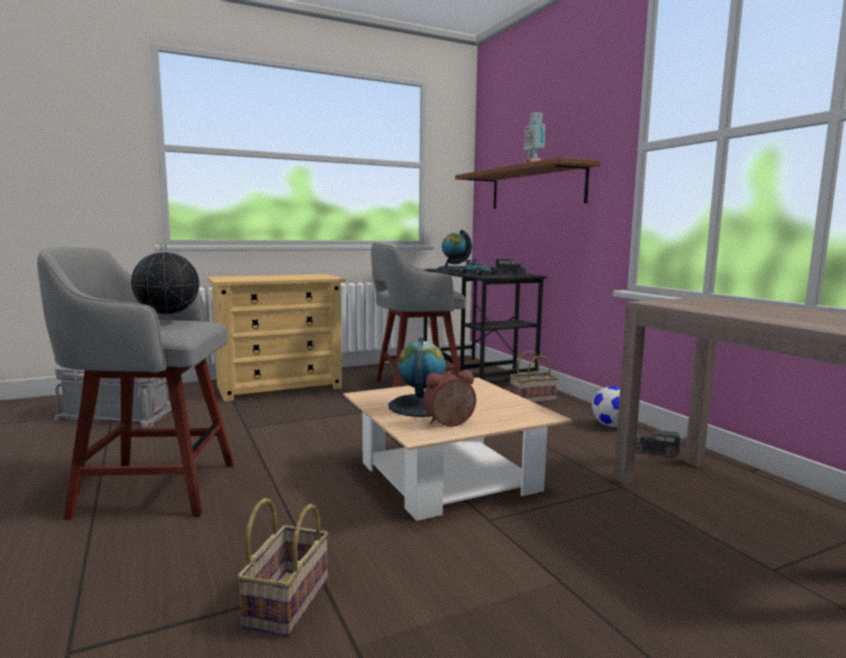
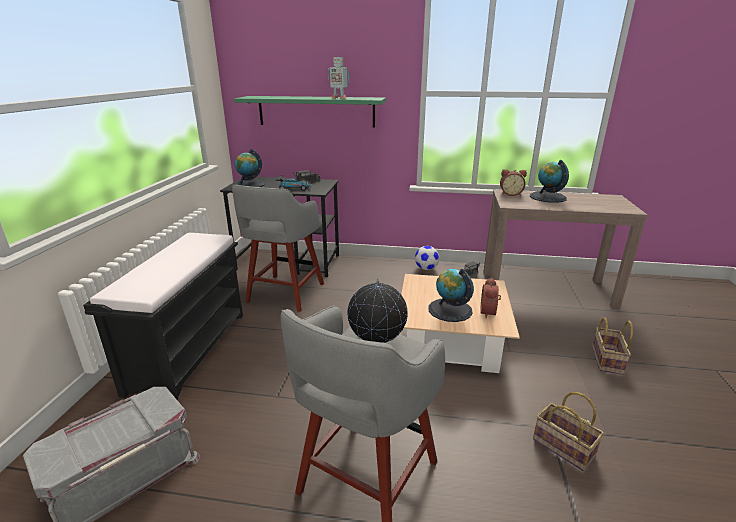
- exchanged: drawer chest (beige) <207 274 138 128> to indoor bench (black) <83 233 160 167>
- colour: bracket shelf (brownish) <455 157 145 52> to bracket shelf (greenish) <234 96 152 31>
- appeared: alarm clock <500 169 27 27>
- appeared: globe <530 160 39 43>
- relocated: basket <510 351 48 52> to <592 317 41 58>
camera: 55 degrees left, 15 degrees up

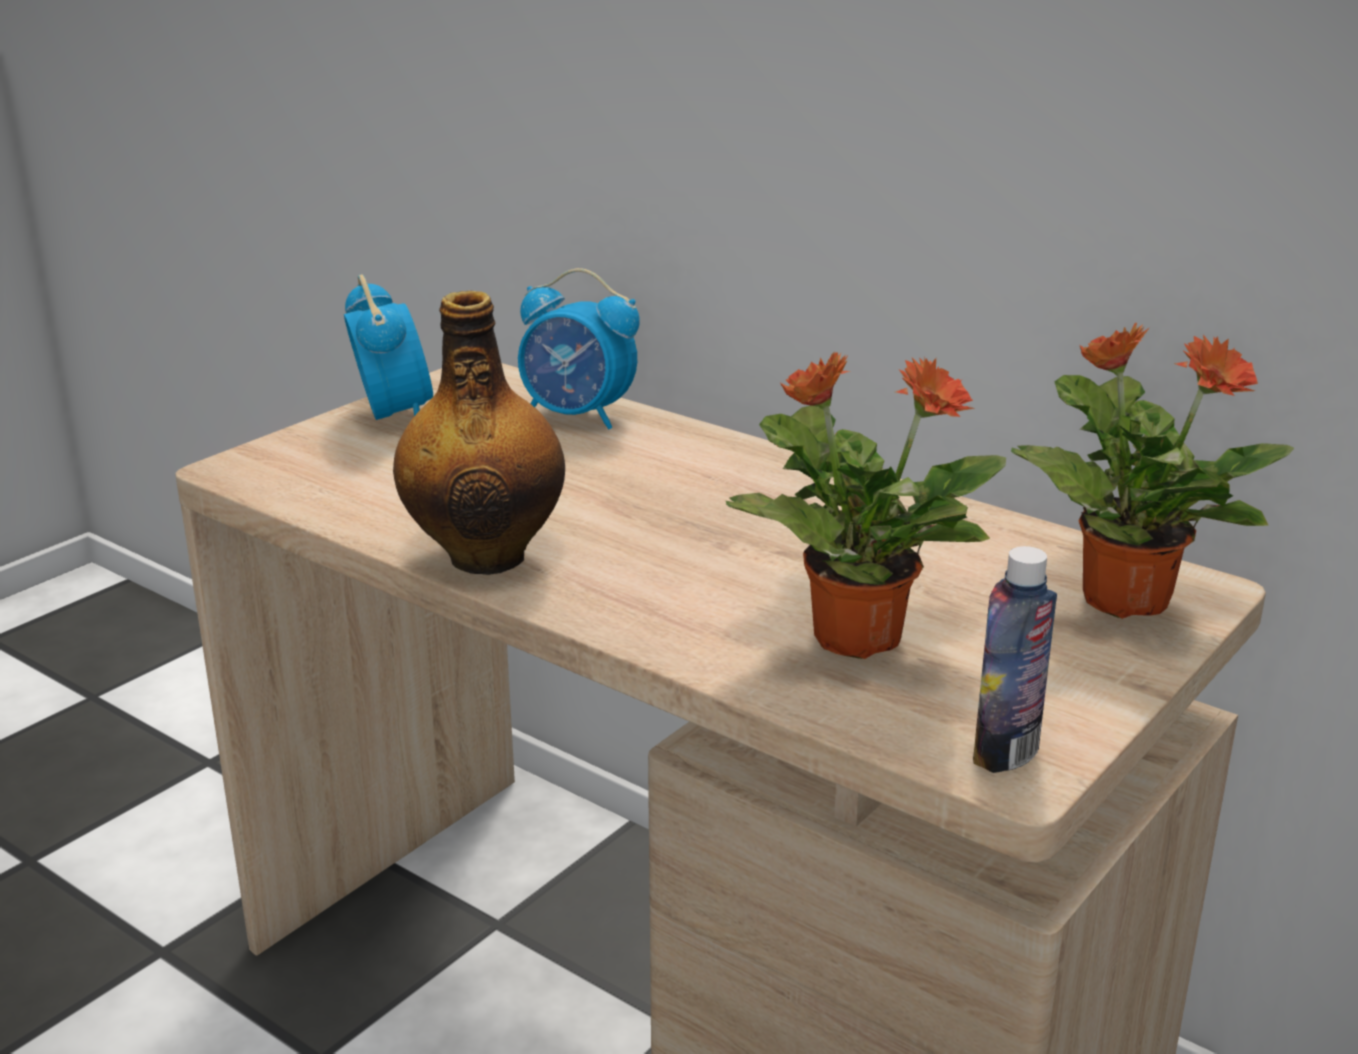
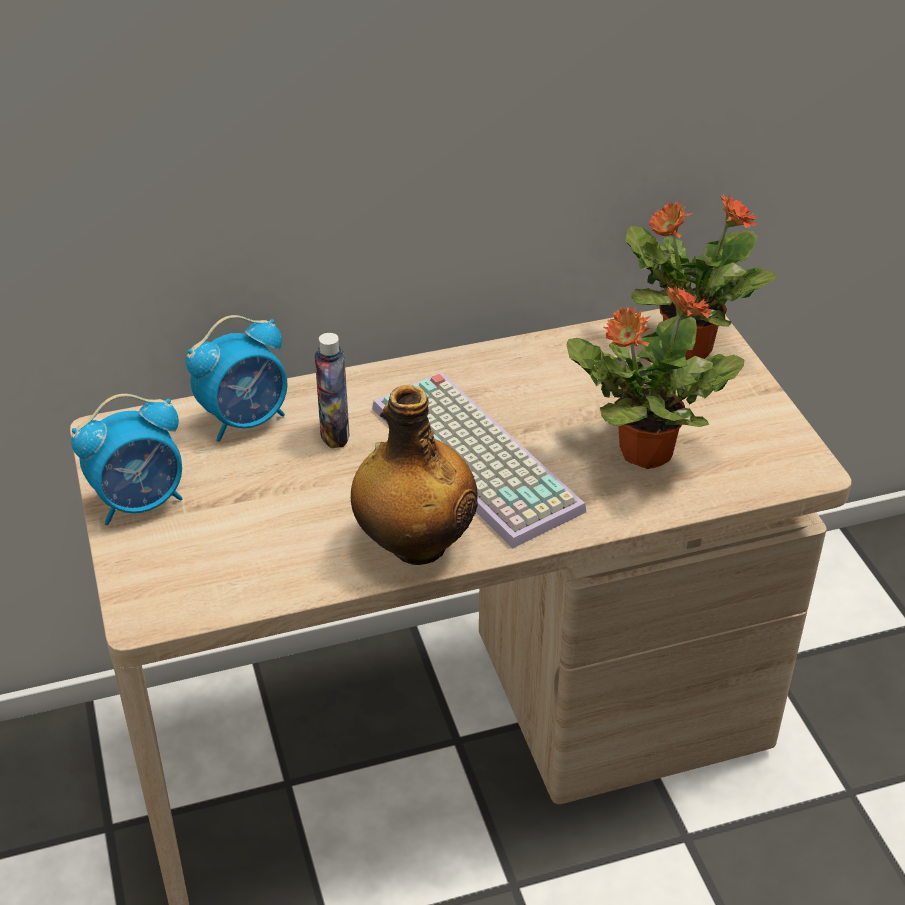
- spun: alarm clock <344 274 89 146> = <71 394 112 131> 135 degrees clockwise
- relocated: bottle <973 546 84 227> to <314 333 35 115>
- appeared: keyboard <372 372 214 176>
camera: 55 degrees left, 15 degrees up

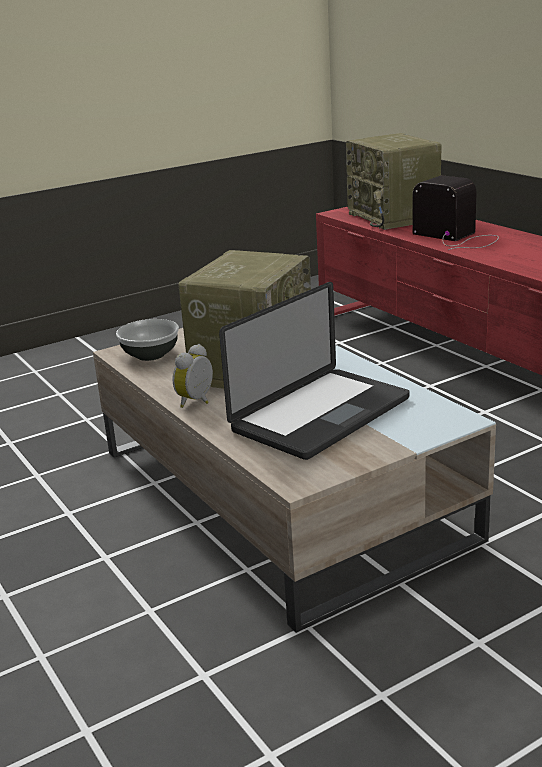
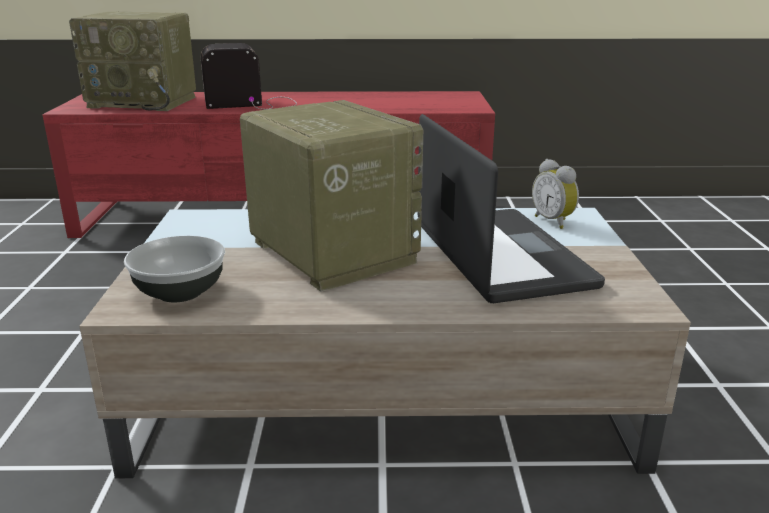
- relocated: alarm clock <173 344 40 64> to <532 159 47 70>
camera: 60 degrees left, 0 degrees up

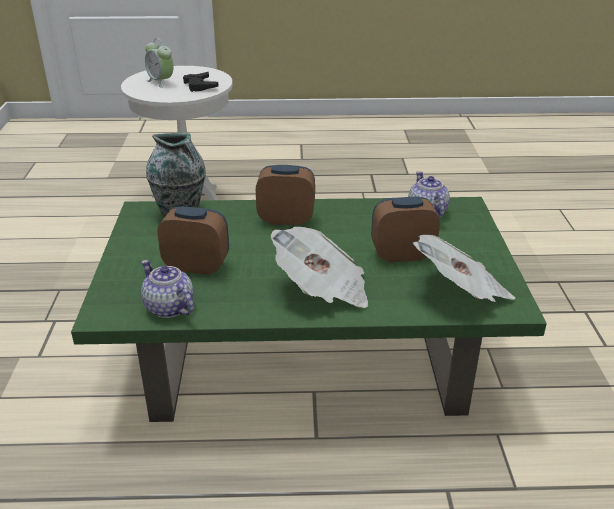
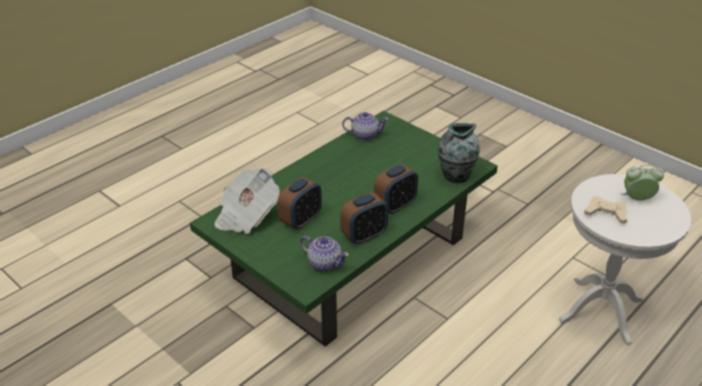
- relocated: alarm clock <157 206 72 69> to <340 192 49 53>
- colour: game controller (black) <183 71 36 21> to game controller (beige) <584 196 43 28>
- missing: printed paper <271 227 97 81>
camera: 135 degrees right, 5 degrees up

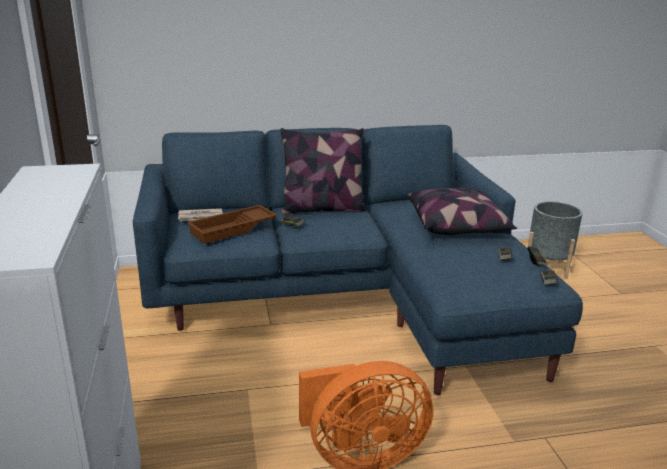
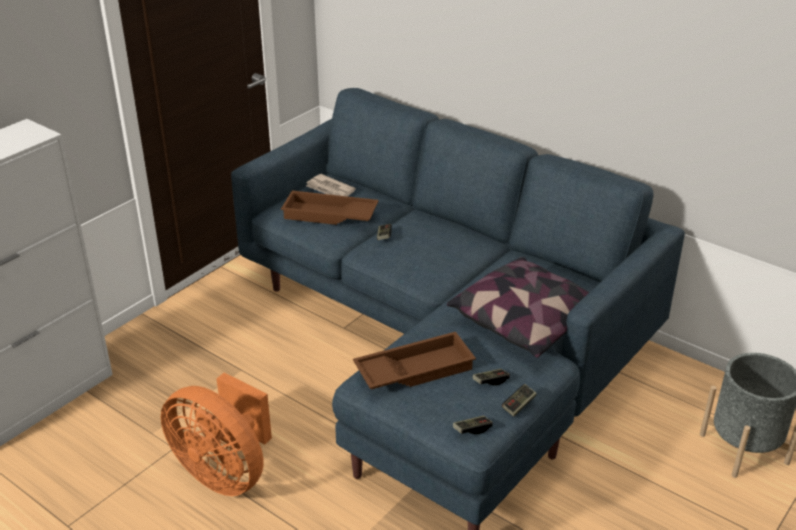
- appeared: tray (brownish) <353 332 123 57>
- missing: pillow <280 128 86 86>
camera: 50 degrees right, 10 degrees up

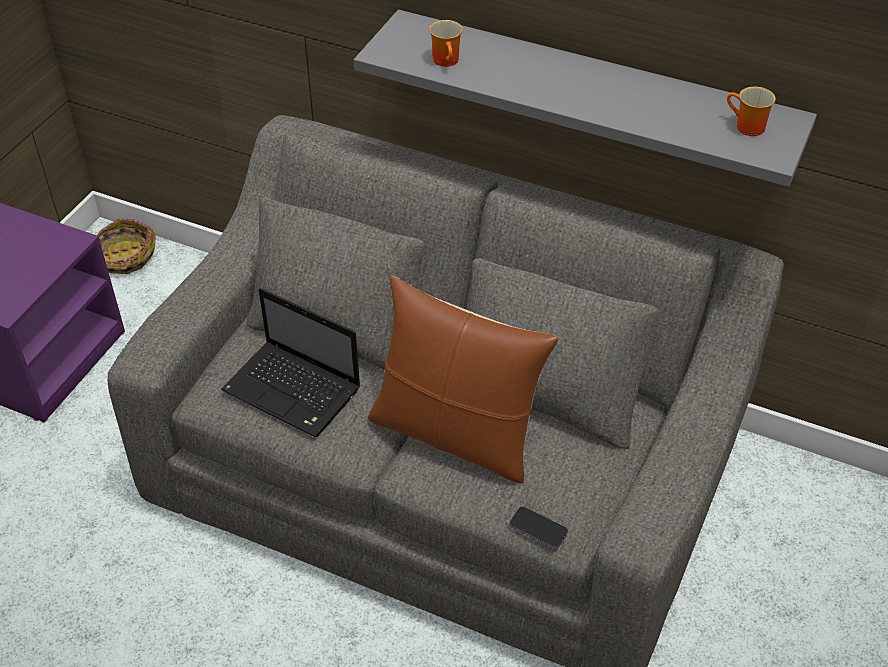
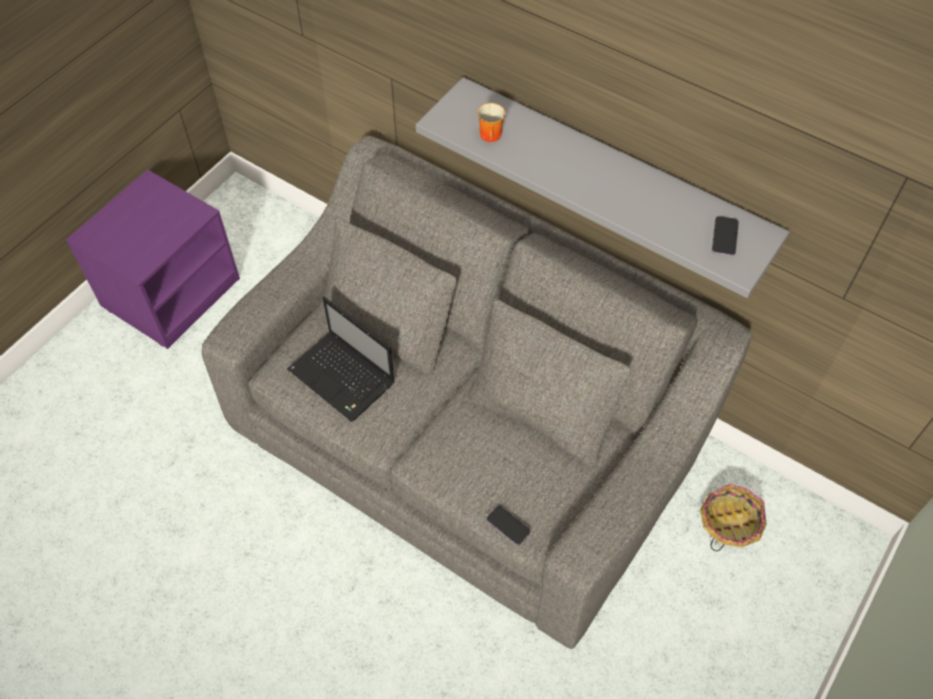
- relocated: basket <97 218 59 56> to <700 484 67 67>
- exchanged: tea mug <727 87 49 49> to telephone <712 216 27 40>
- missing: pillow (brownish) <368 275 190 208>
camera: 10 degrees right, 10 degrees up

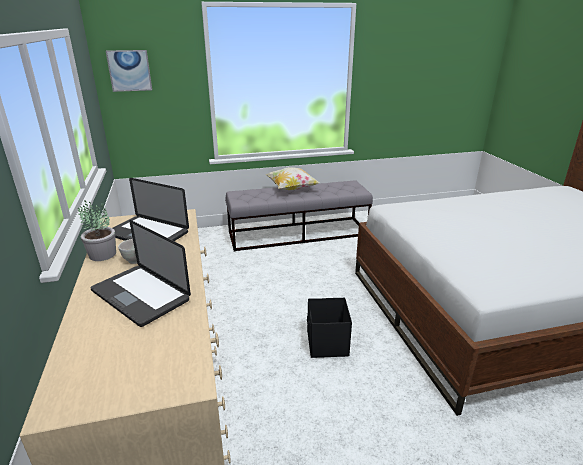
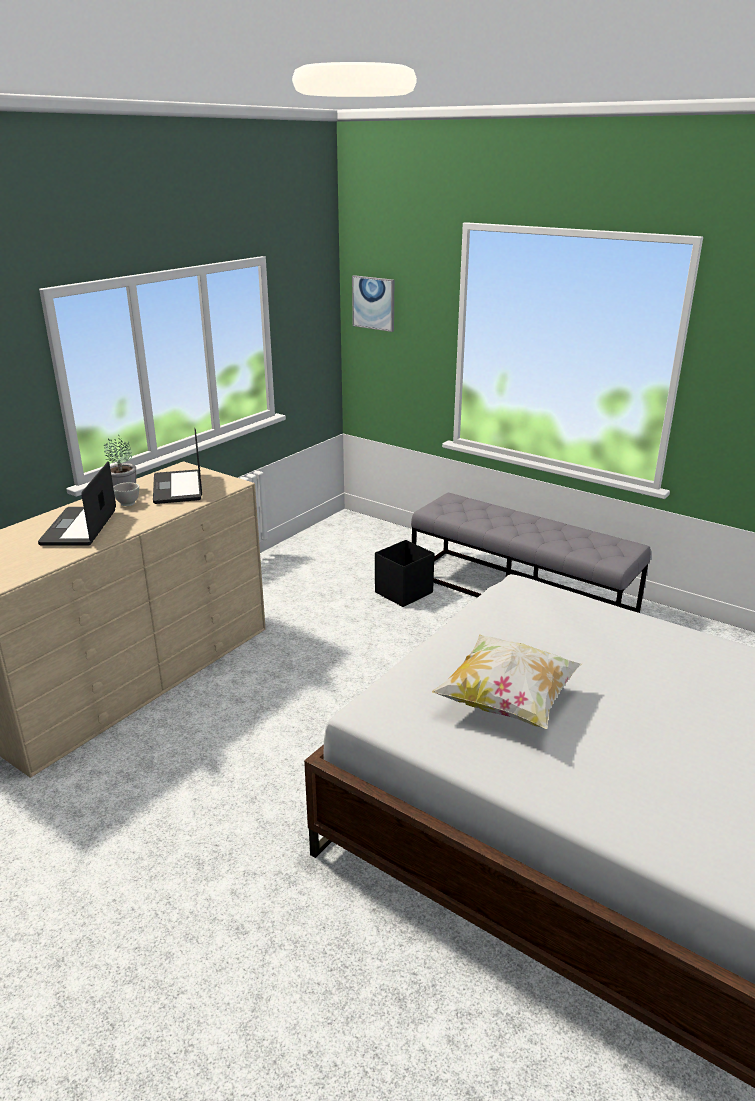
- relocated: storage container (black) <307 298 45 60> to <375 540 60 67>
- relocated: pillow <265 167 55 23> to <432 634 150 95>
camera: 50 degrees right, 0 degrees up

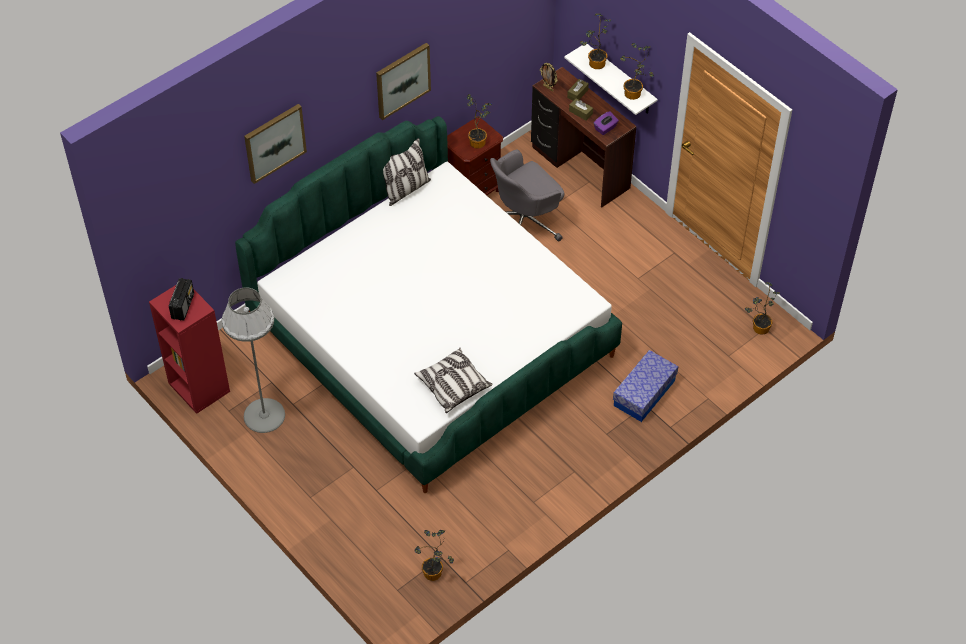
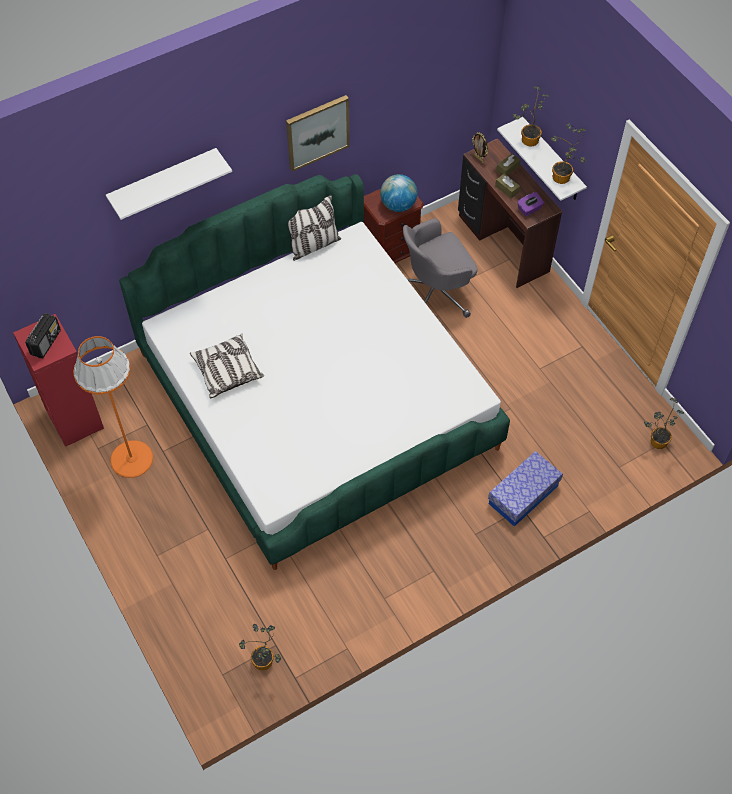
- colour: standard lamp (grey) <222 287 63 146> to standard lamp (orange) <74 336 79 142>
- exchanged: wall art <244 104 63 80> to bracket shelf (white) <106 148 126 72>
- relocated: pillow <414 348 78 65> to <190 334 74 65>
- exchanged: plant in a pot <466 94 26 55> to globe <380 174 37 38>
camera: 10 degrees right, 5 degrees up

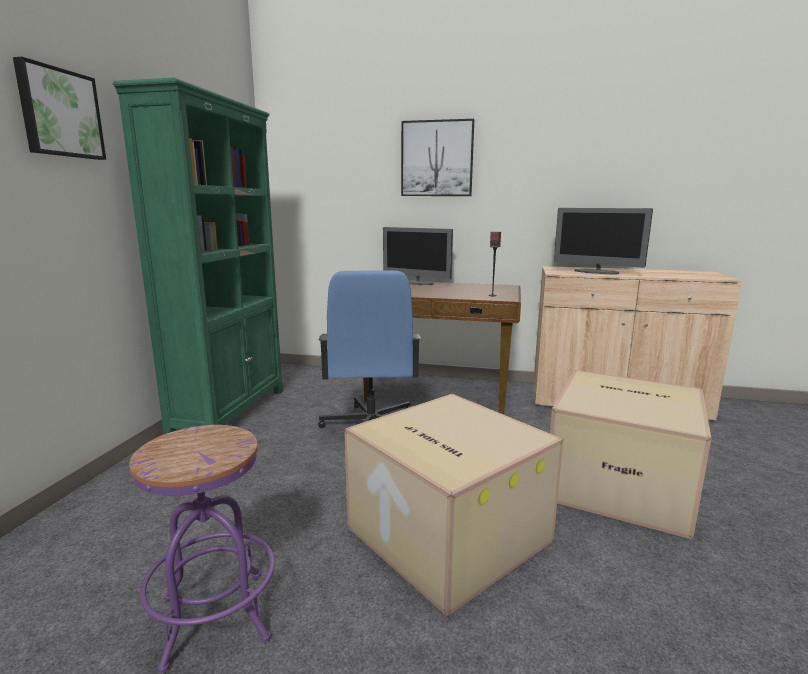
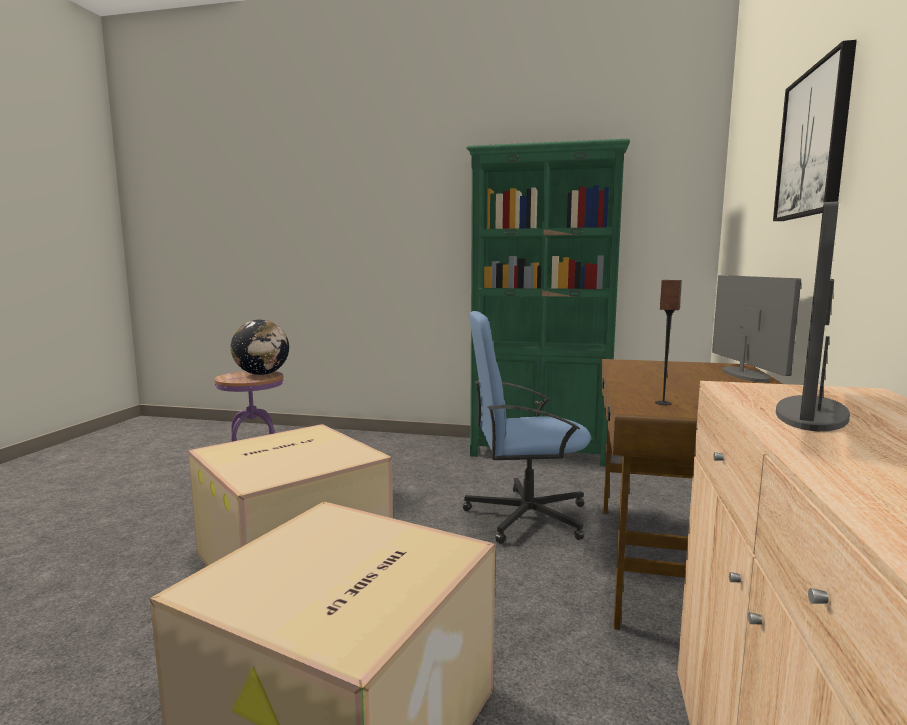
- appeared: globe <231 319 58 56>
- spun: computer display <383 227 70 58> = <712 275 89 107> 150 degrees clockwise
- missing: wall art <13 57 93 103>
camera: 90 degrees right, 5 degrees down

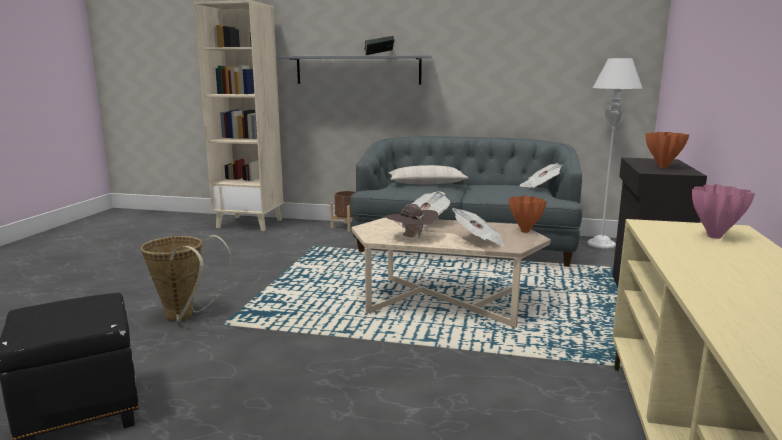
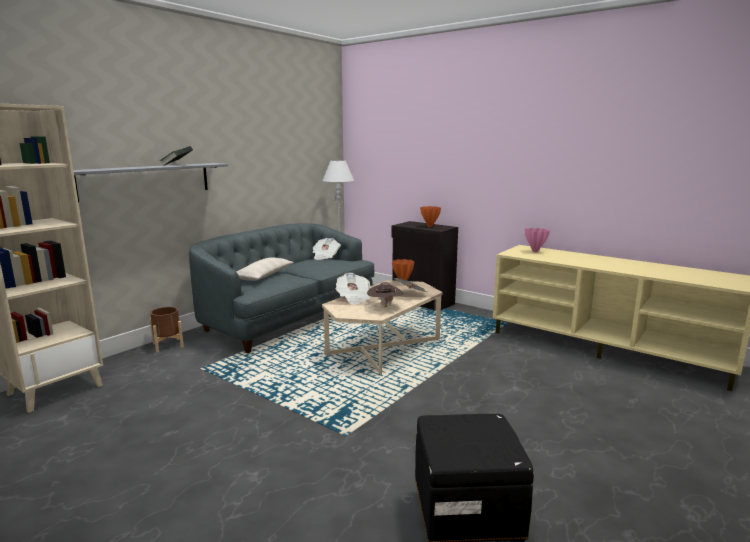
- missing: basket <141 235 90 87>
camera: 65 degrees left, 0 degrees up

